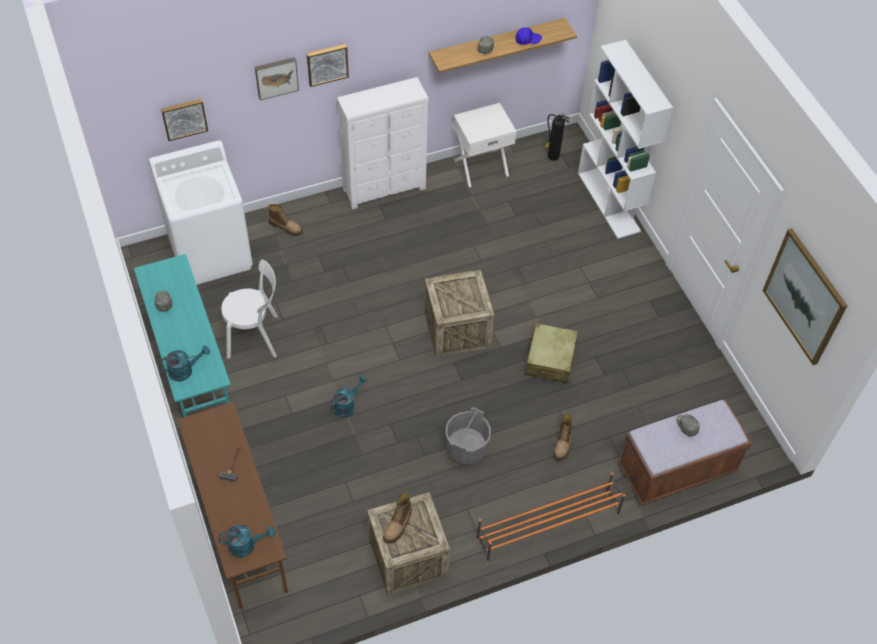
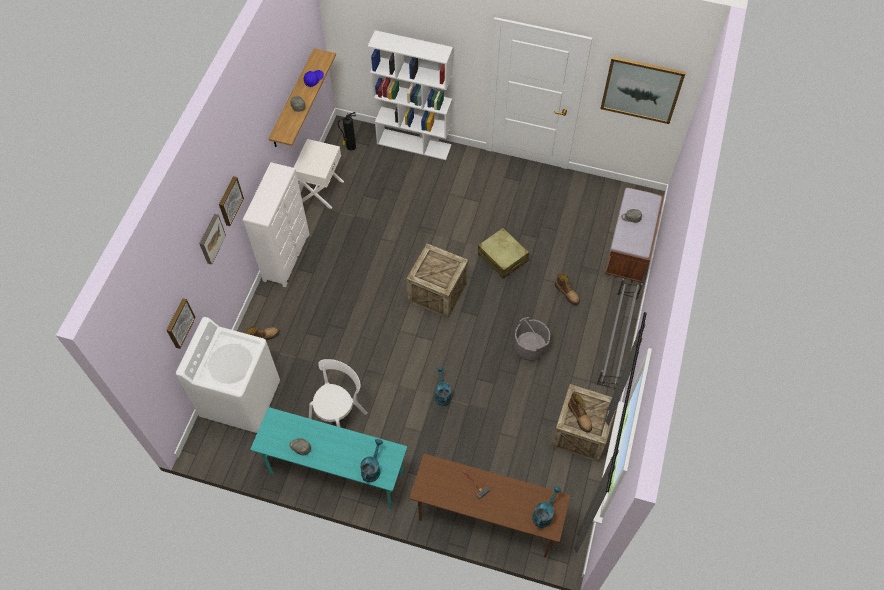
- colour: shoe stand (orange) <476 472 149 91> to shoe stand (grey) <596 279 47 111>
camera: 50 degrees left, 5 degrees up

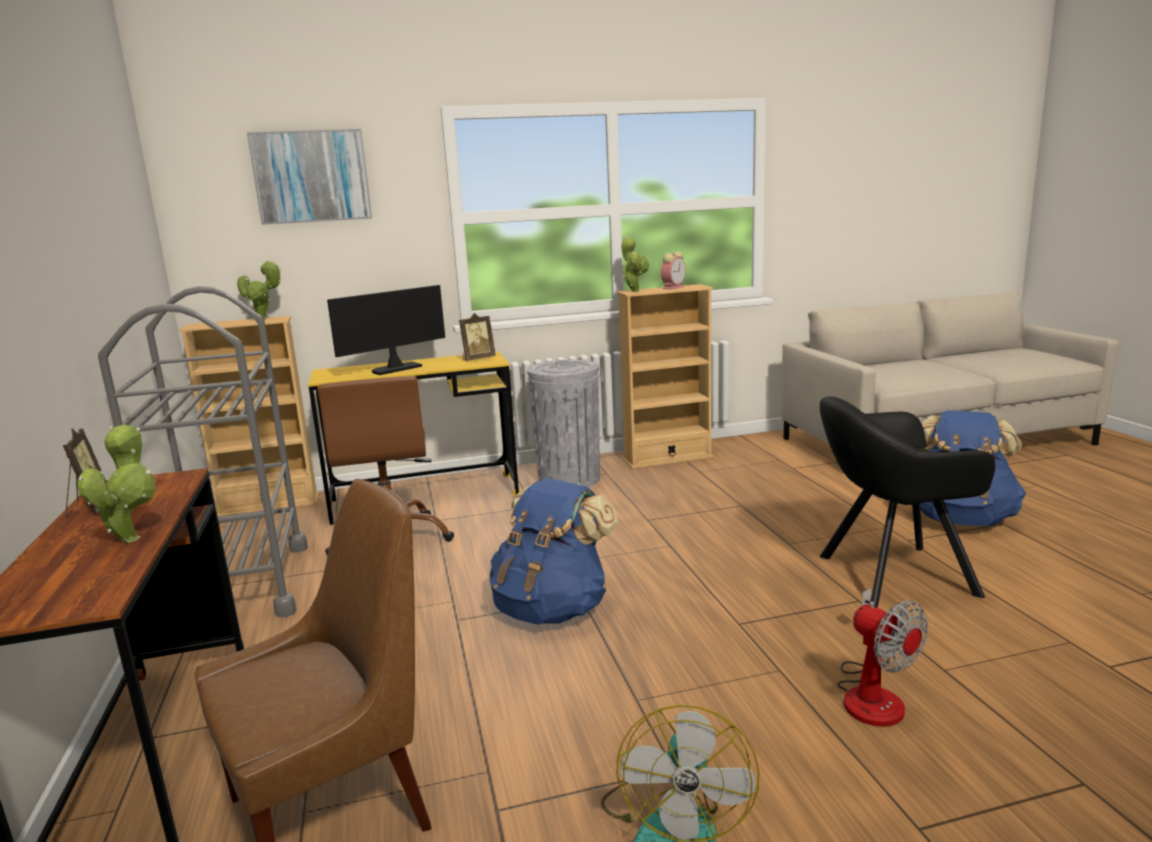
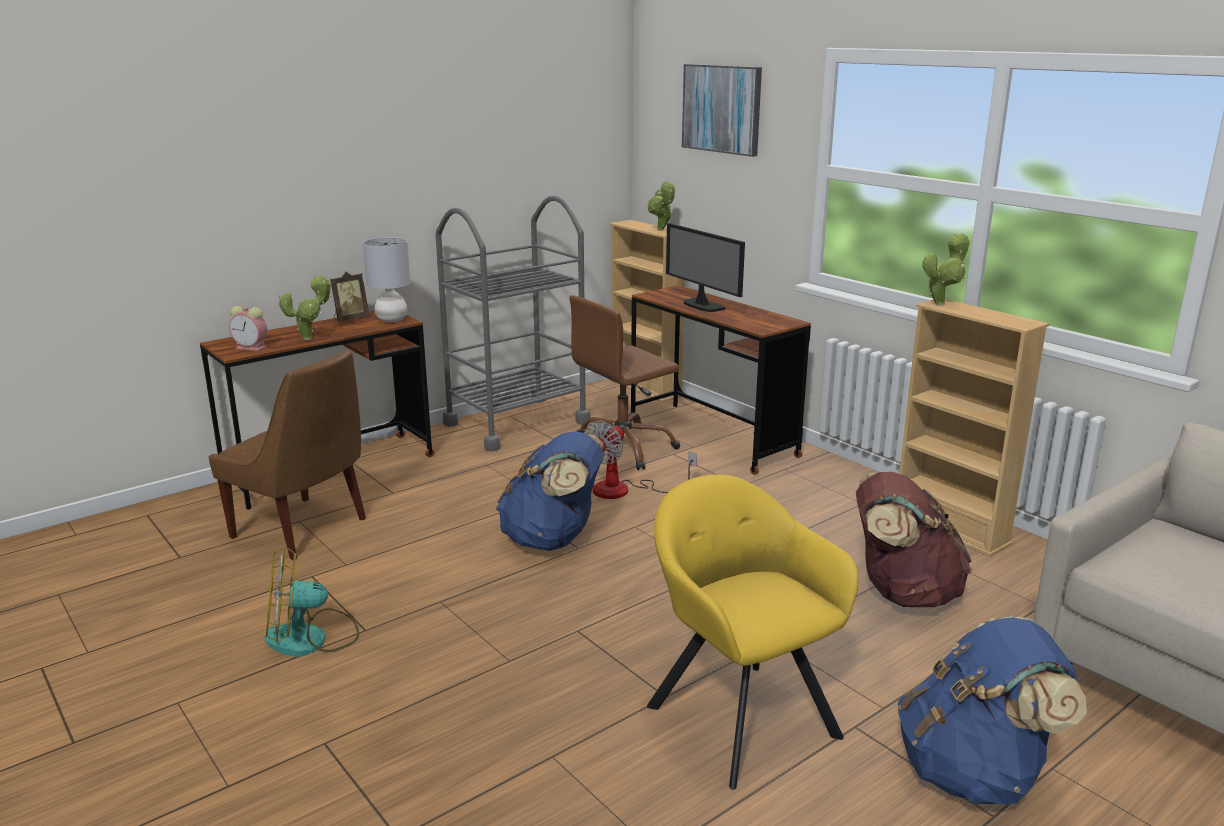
- relocated: alarm clock <661 252 25 37> to <229 306 38 45>
- appeared: lamp for a table (grey) <363 237 48 85>
- relocated: electric fan <837 588 91 139> to <584 421 113 78>
- colour: desk unit (yellowish) <308 351 213 174> to desk unit (brownish) <631 285 180 190>
- colour: armchair (black) <820 396 176 212> to armchair (yellowish) <647 475 211 315>
- spun: computer display <327 285 118 90> = <666 223 79 89> 150 degrees counterclockwise
- appeared: knapsack (brownish) <856 471 116 136>
- missing: picture frame <459 313 37 48>
- missing: trash can (grey) <527 360 73 127>
camera: 65 degrees right, 5 degrees up

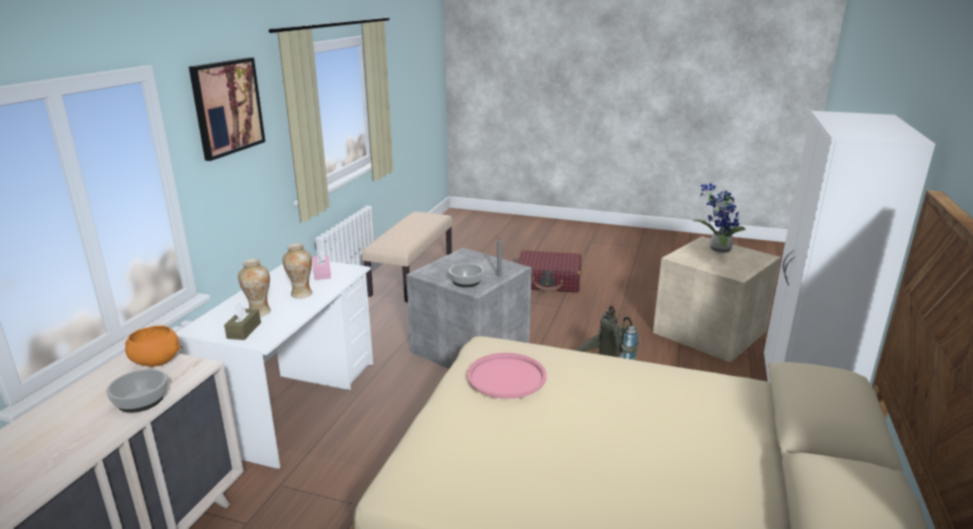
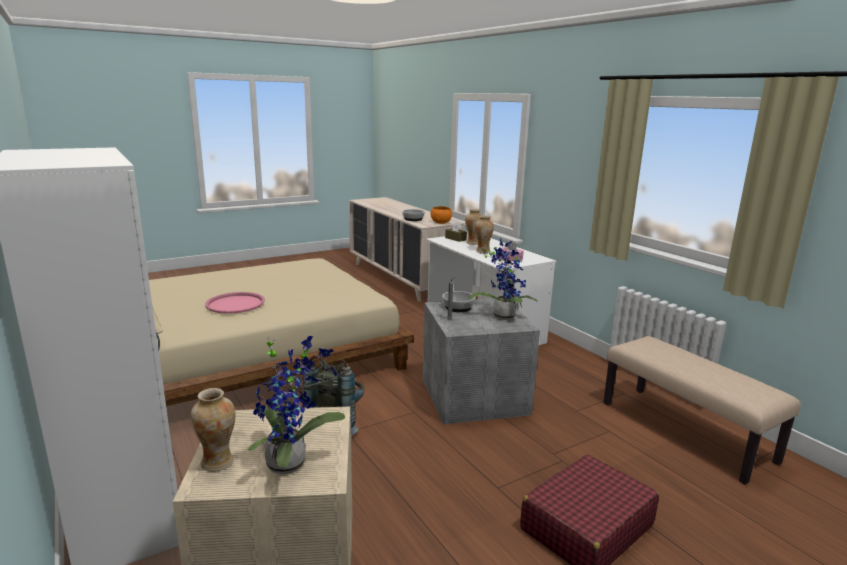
- appeared: flower vase <190 388 46 84>
- relocated: tray (pink-coloured) <467 353 80 46> to <205 292 60 22>
- appeared: plant in a pot <468 238 69 82>
- missing: wall art <189 57 76 104>
camera: 130 degrees right, 5 degrees down

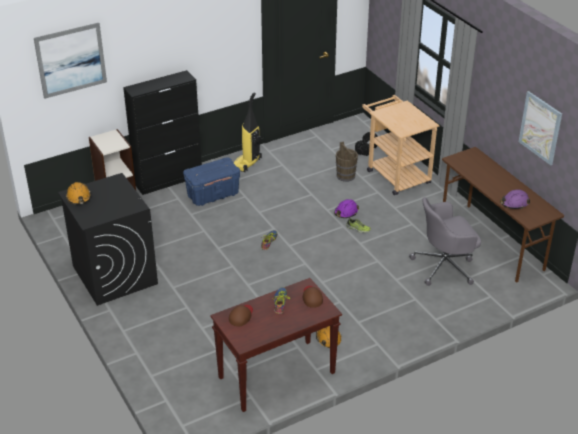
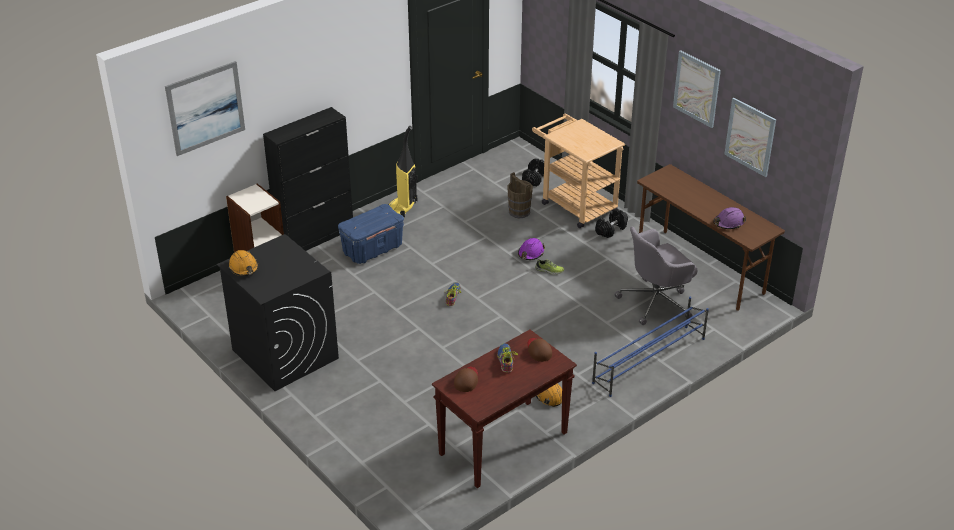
- appeared: shoe stand (blue) <592 297 117 100>
- appeared: dumbbell (black) <595 209 33 29>
- appeared: wall art <673 50 48 78>
camera: 10 degrees left, 0 degrees up

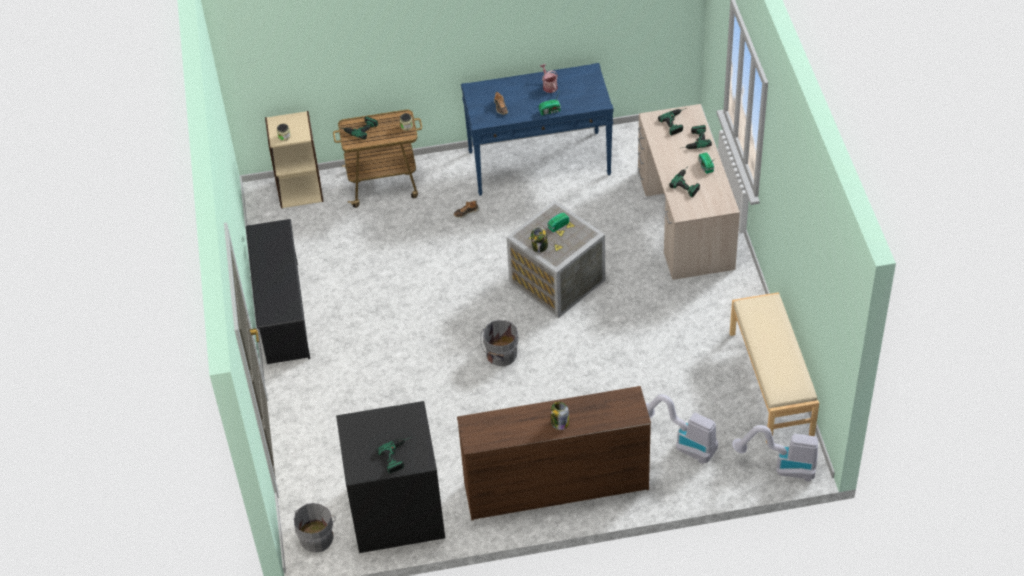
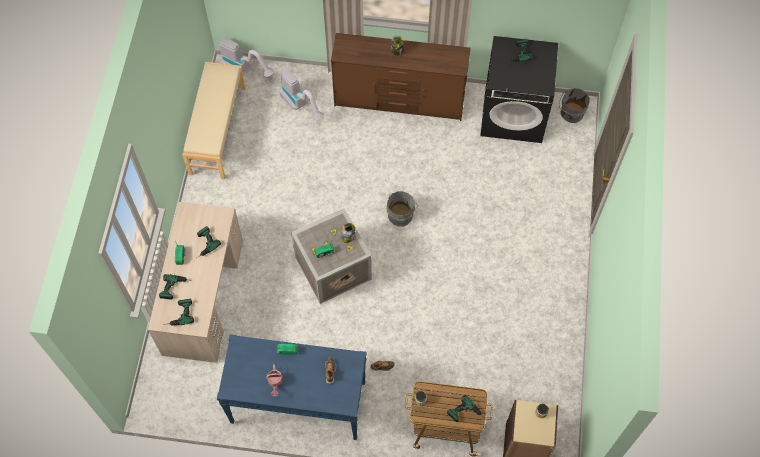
- missing: shoe stand (black) <246 219 64 145>
camera: 165 degrees left, 15 degrees up

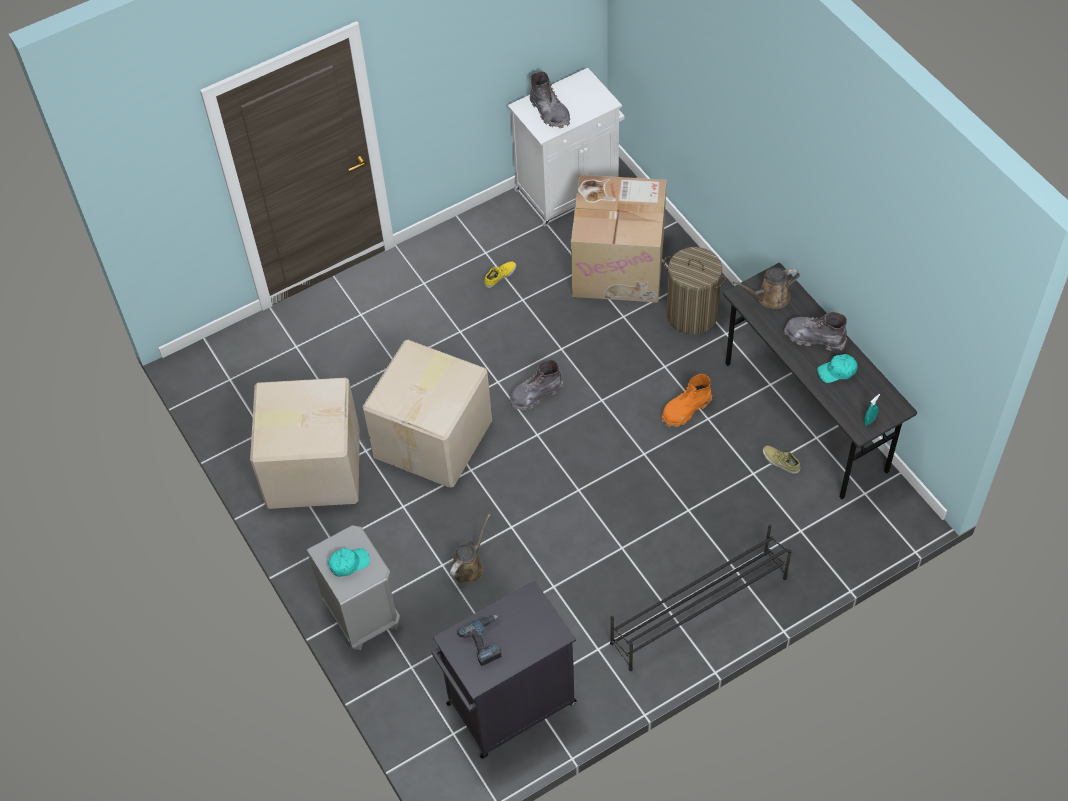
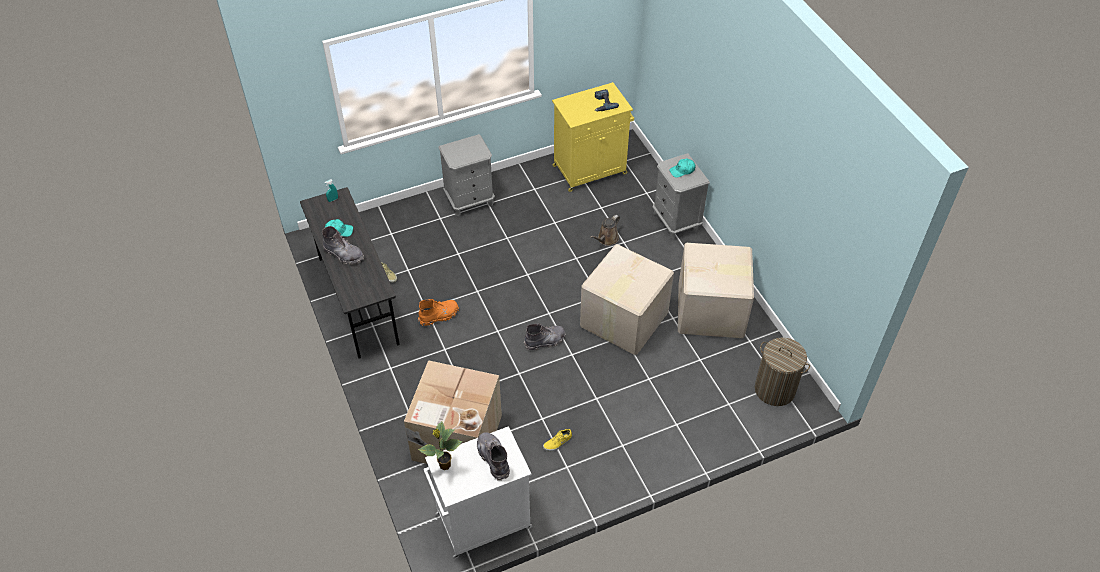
- appeared: plant in a pot <418 421 45 49>
- exchanged: shoe stand (black) <610 525 182 146> to nightstand (grey) <438 134 57 82>
- colour: cabinet (black) <432 580 145 179> to cabinet (yellowish) <552 82 82 110>
- relocated: hamper <663 247 63 87> to <755 338 55 68>
- missing: watering pot (brownish) <733 268 67 41>
camera: 175 degrees left, 5 degrees down

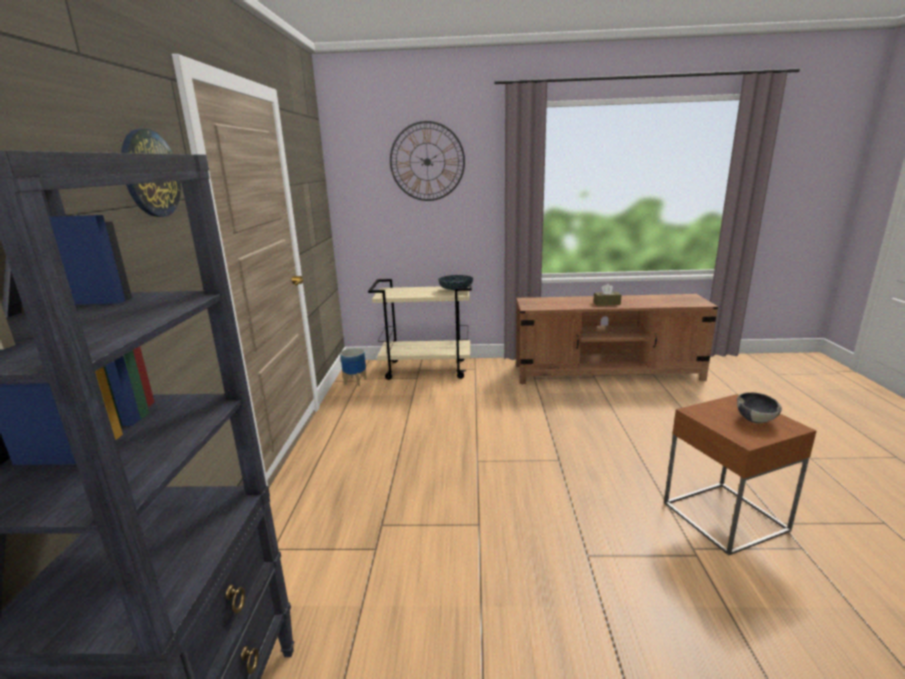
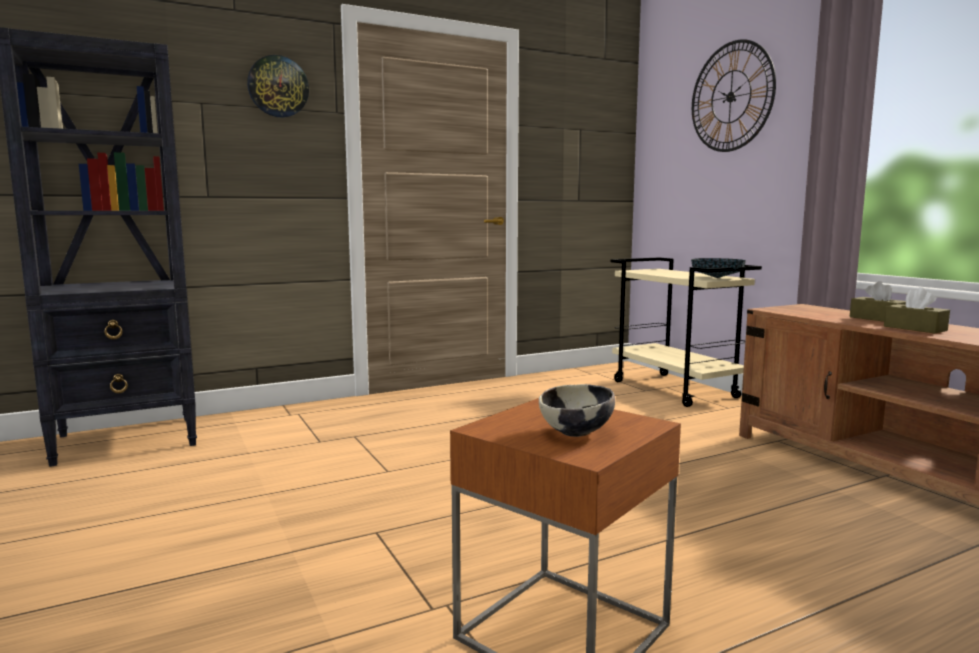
- appeared: box of tissues (brownish) <850 281 56 41>
- missing: planter <340 348 27 38>
camera: 60 degrees right, 10 degrees down

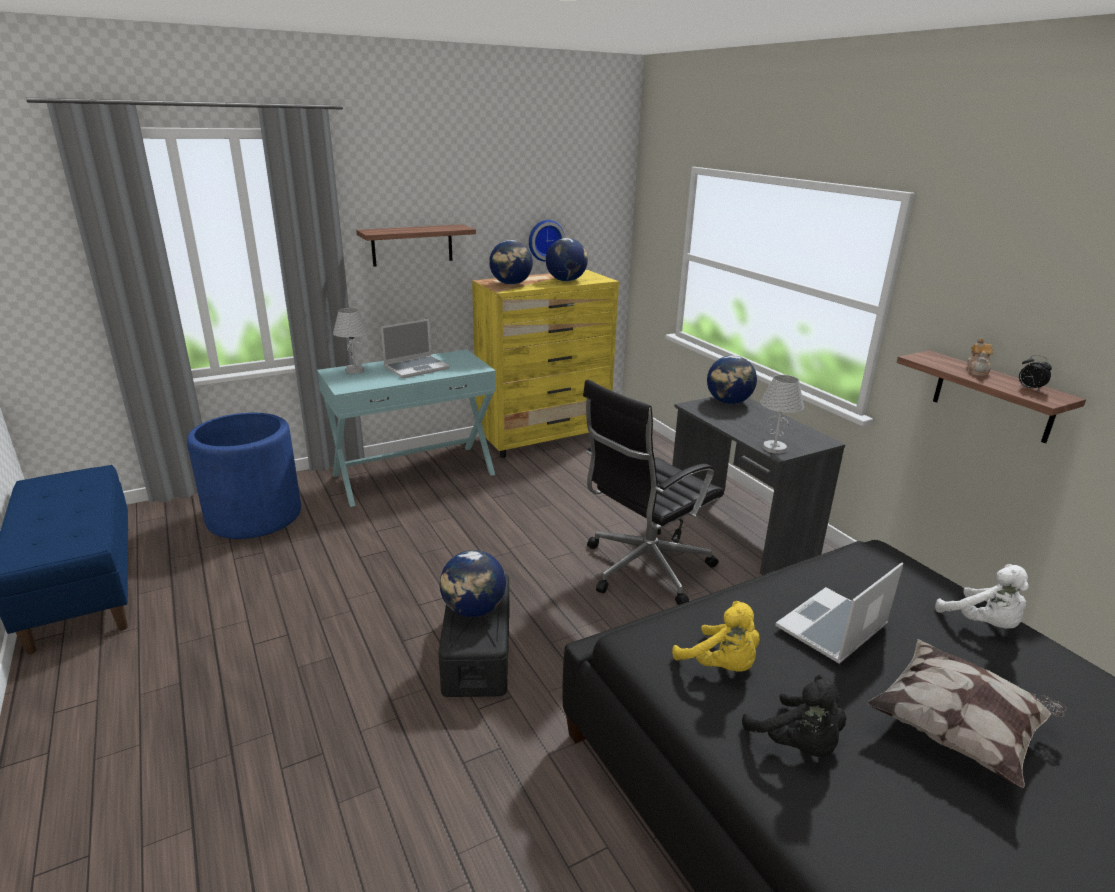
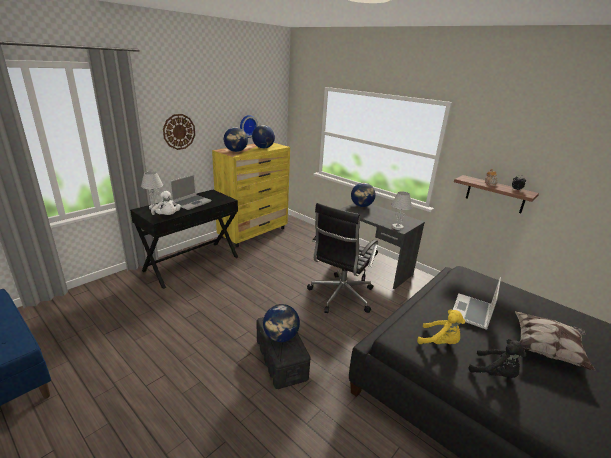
- colour: hall table (turquoise-coloured) <317 350 179 157> to hall table (black) <130 190 108 99>
- relocated: soft toy (white) <935 564 94 65> to <151 191 30 24>
- exchanged: bracket shelf <356 224 120 43> to hanging clock <163 114 32 36>
- missing: planter (blue) <187 413 114 126>
camera: 20 degrees left, 0 degrees up

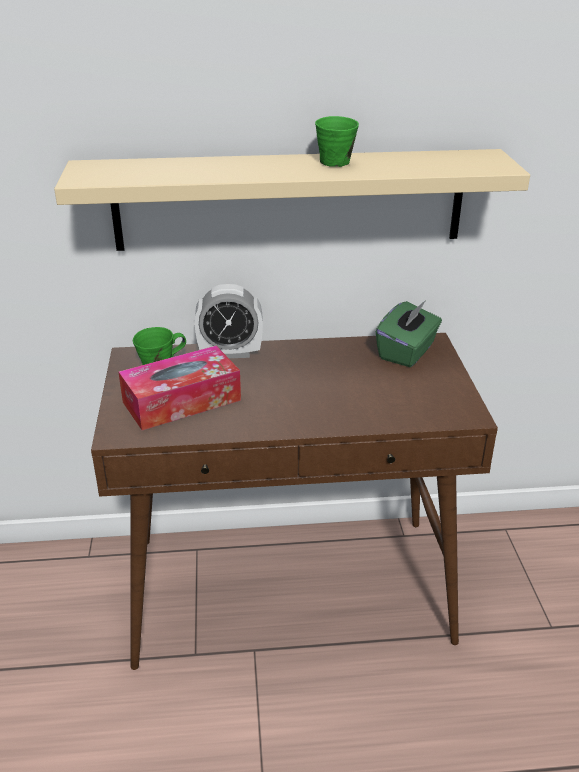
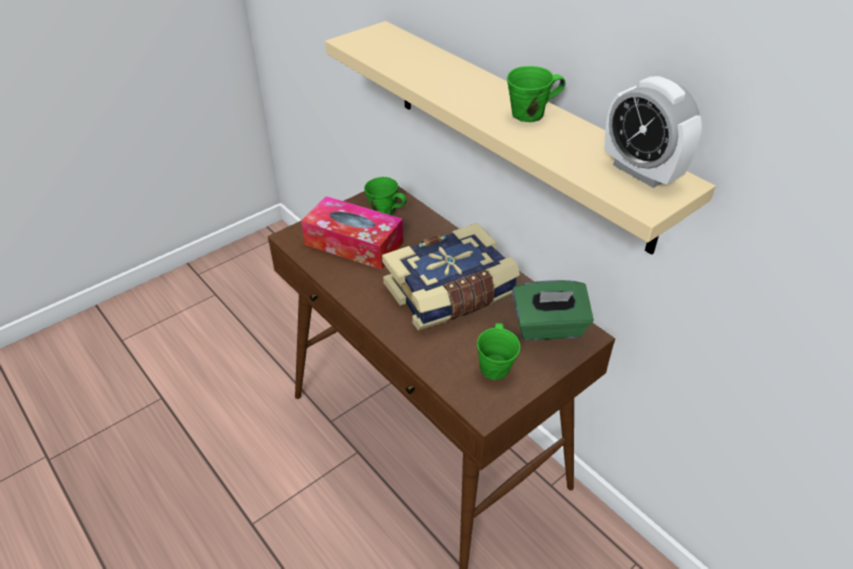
- appeared: volume <382 223 138 108>
- appeared: tea mug (greenish) <477 323 43 57>
- relocated: alarm clock <194 284 69 74> to <604 76 98 112>
camera: 55 degrees right, 10 degrees up

